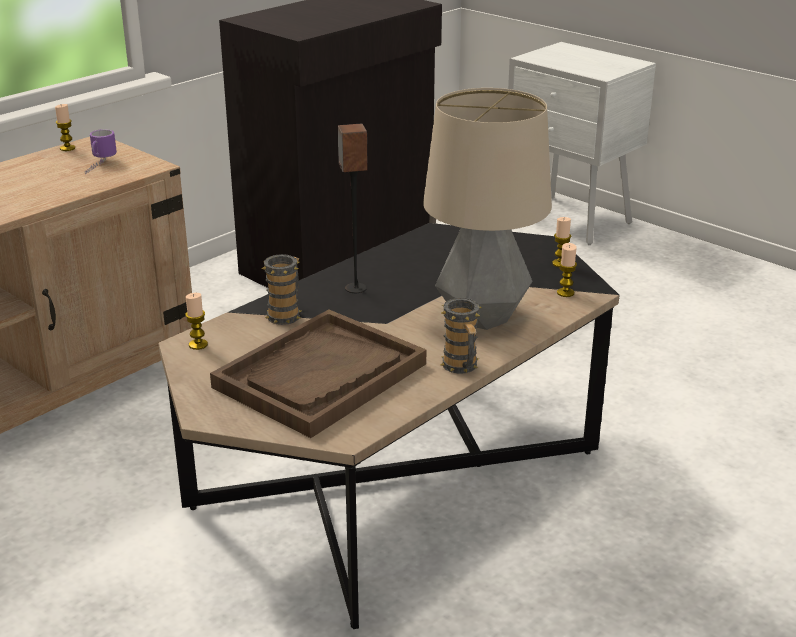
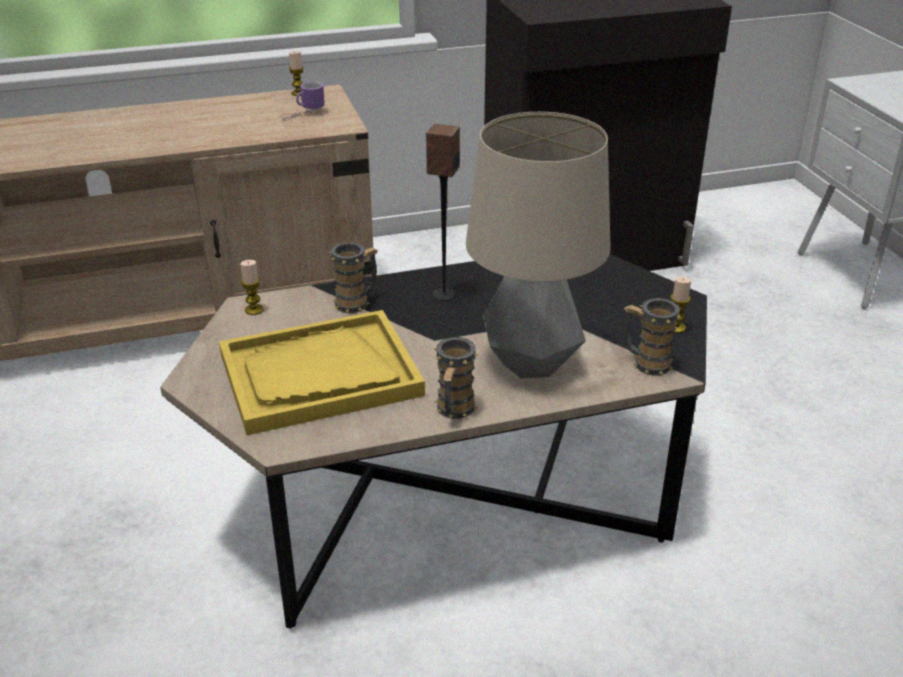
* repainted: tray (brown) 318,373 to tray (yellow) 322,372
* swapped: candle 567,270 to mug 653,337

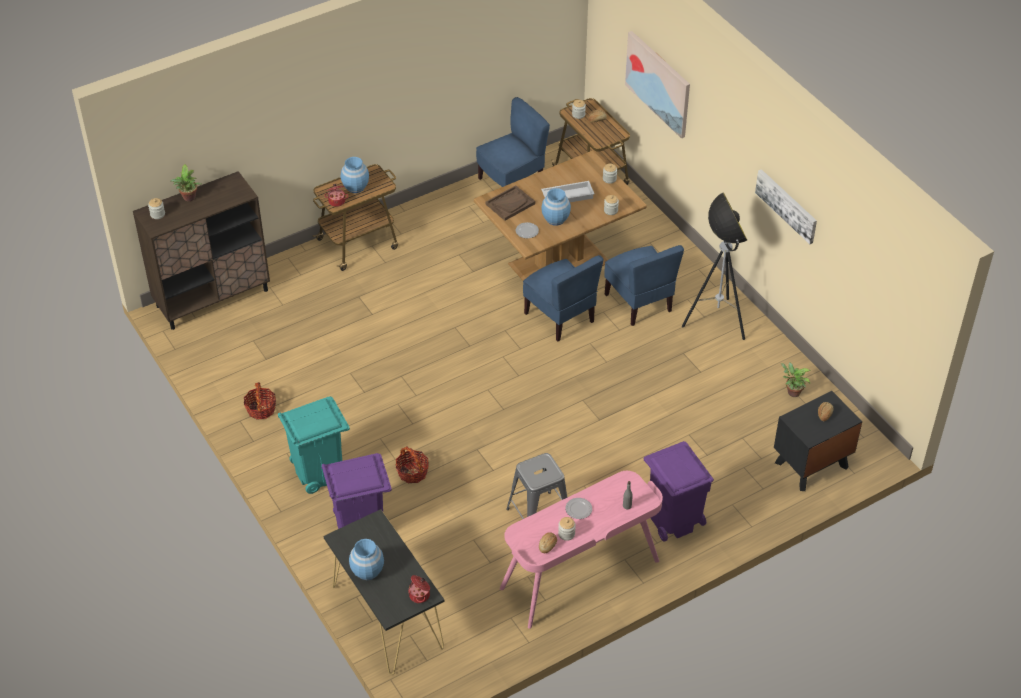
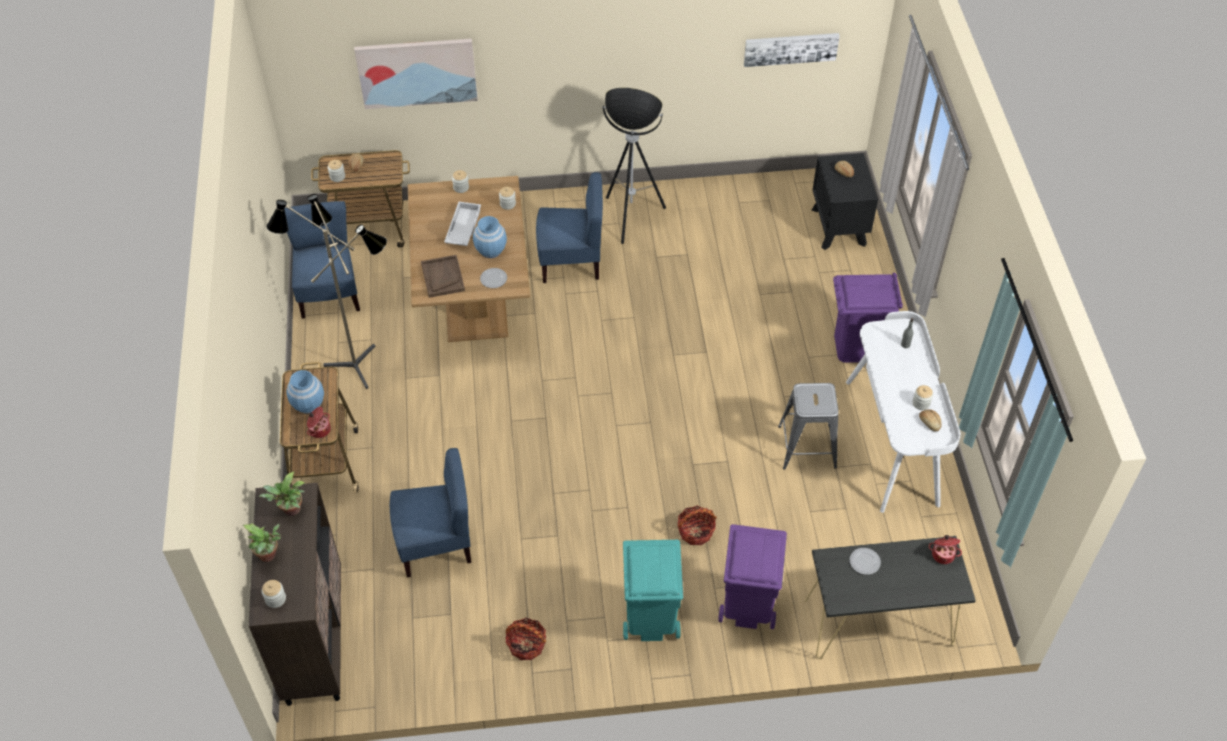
* shifted: potted plant 795,379 to 282,493
* new: floor lamp 326,291
* shifted: chair (blue) 563,298 to 430,512
* shifted: picture 786,206 to 792,50
* repainted: desk (pink) 581,550 to desk (white) 903,412
* shifted: plate 578,508 to 865,561
* gone: vase (blue) 366,559

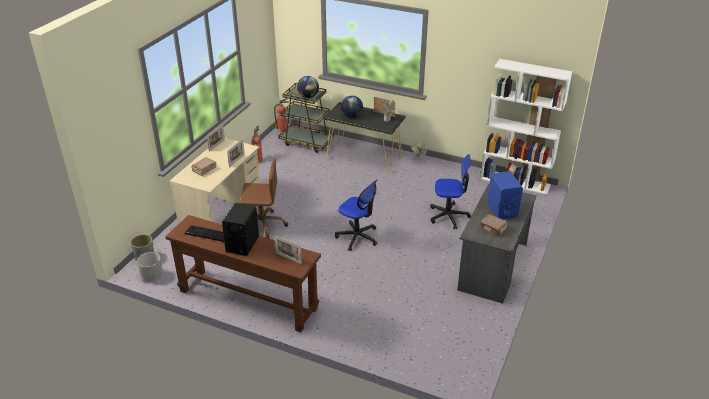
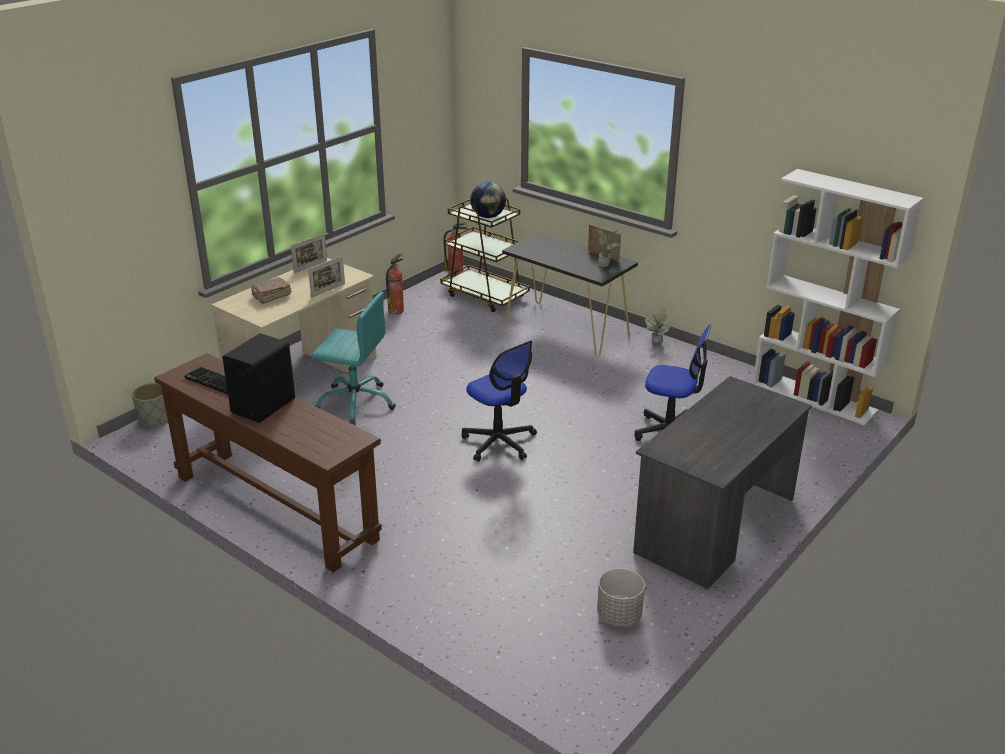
* repainted: office chair (brown) 264,199 to office chair (turquoise) 354,358
* shifted: planter (grey) 150,266 to 621,597
* gone: picture frame 288,249
* gone: globe 352,106
* gone: book (brown) 494,225
* gone: speaker (blue) 505,195

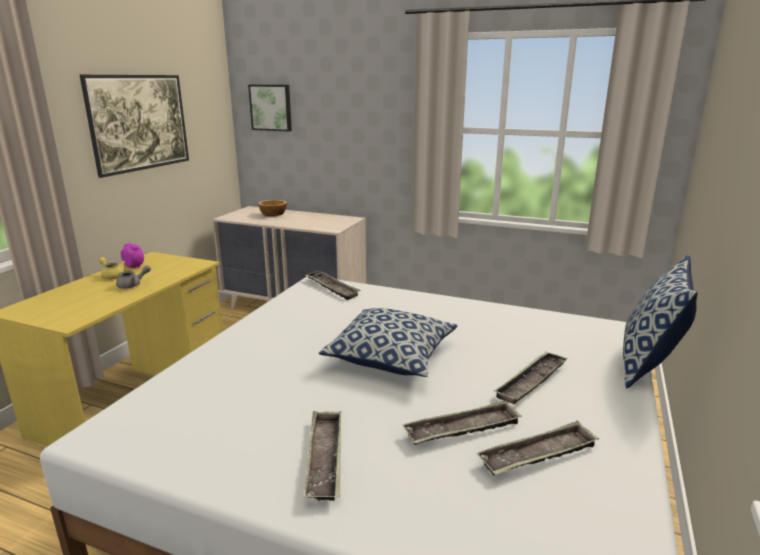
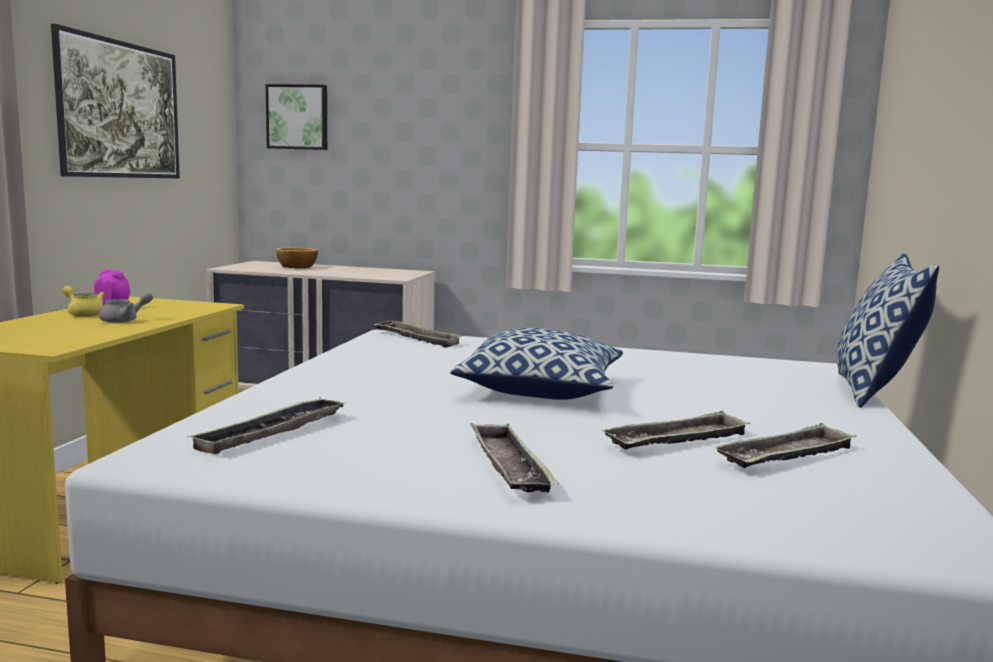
* shifted: tray 531,377 to 267,425

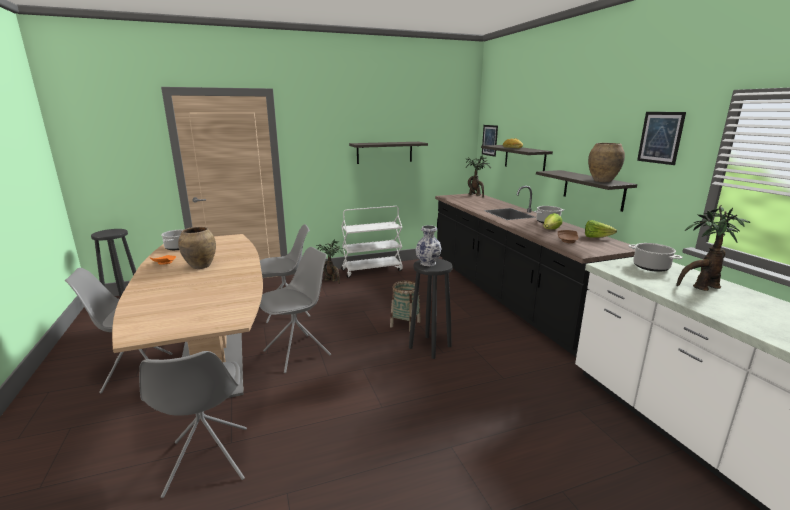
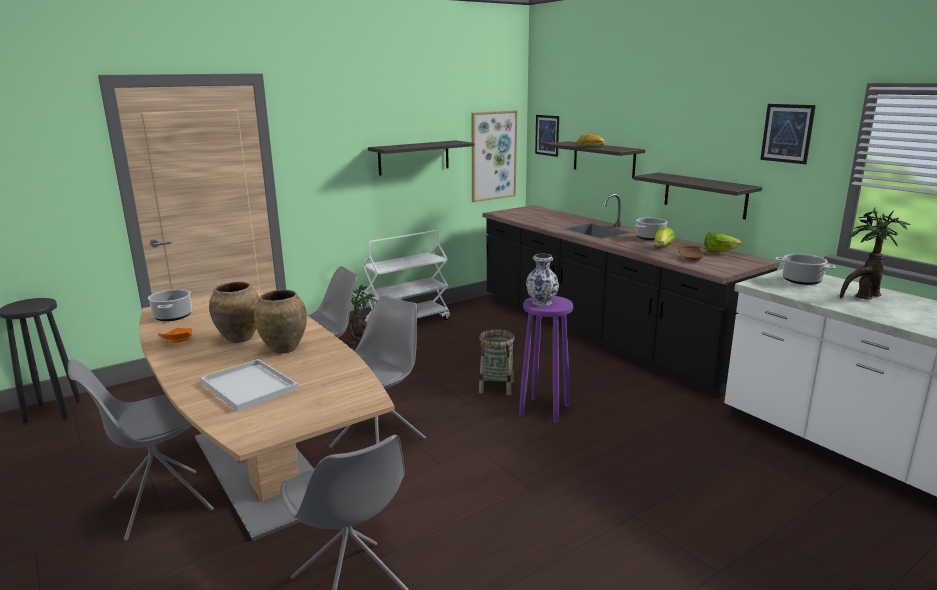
* new: tray (white) 249,385
* shifted: vase (brown) 606,162 to 280,322
* new: picture 494,156
* repainted: stool (black) 431,309 to stool (purple) 546,359
* gone: potted plant 478,176

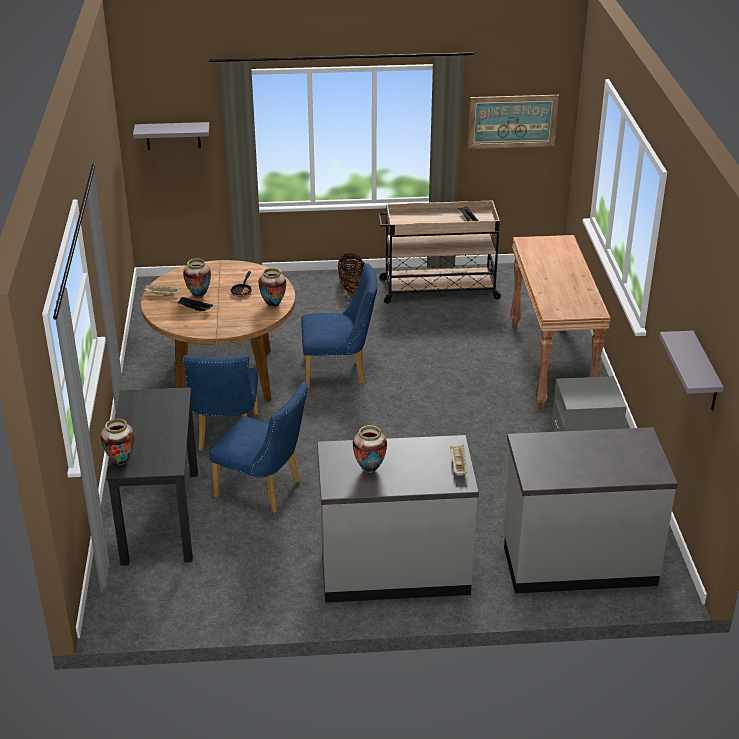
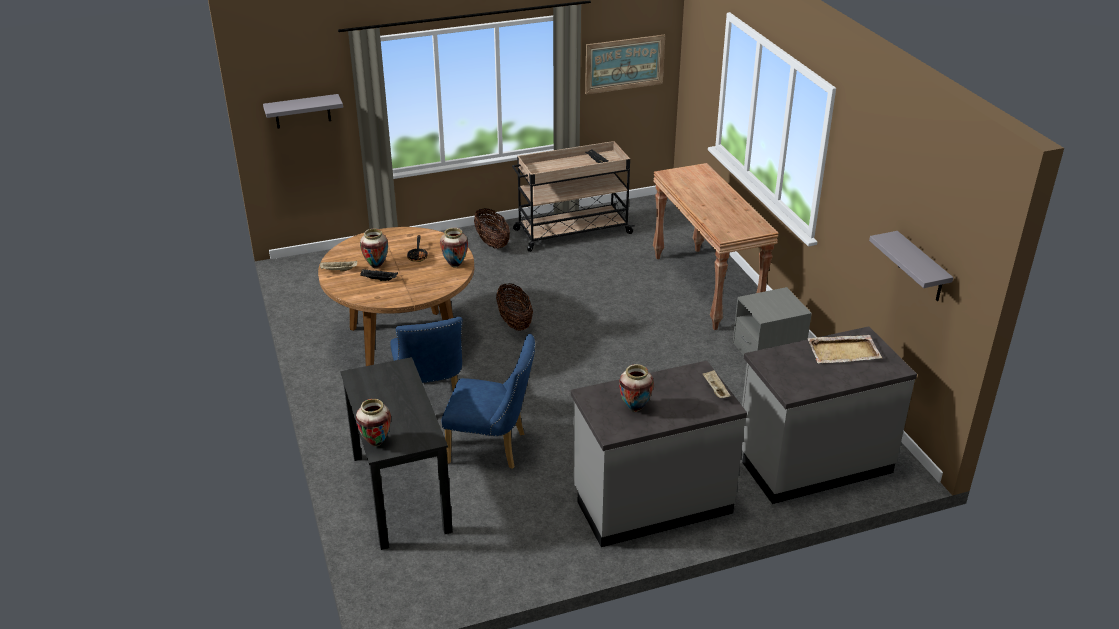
* swapped: chair (blue) 339,325 to basket 514,307
* new: tray (beige) 844,349

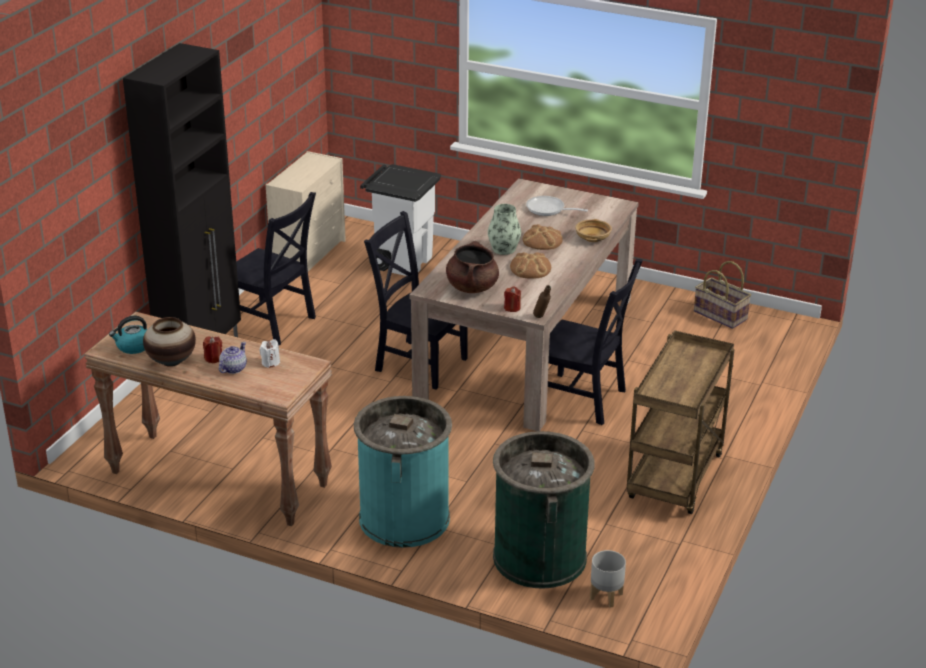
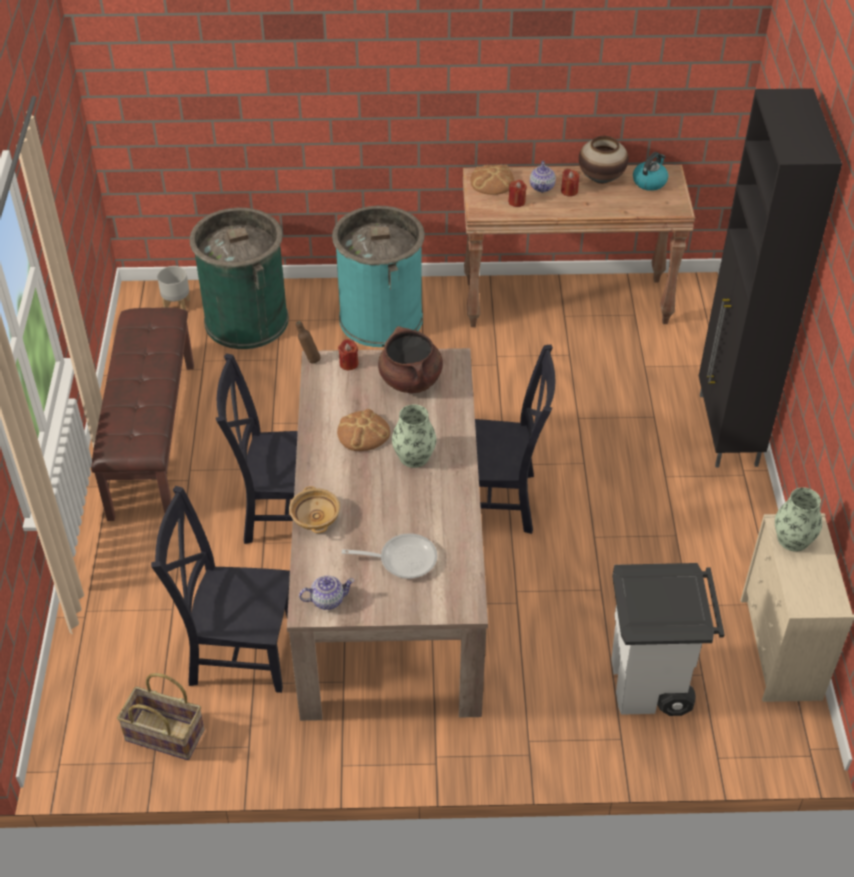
* swapped: cart (brown) 681,422 to bench (brown) 142,414
* shifted: chair (black) 276,268 to 220,589
* new: teapot 326,593
* shifted: bread 542,237 to 492,180
* repainted: candle (white) 270,353 to candle (red) 517,193
* new: vase 798,519

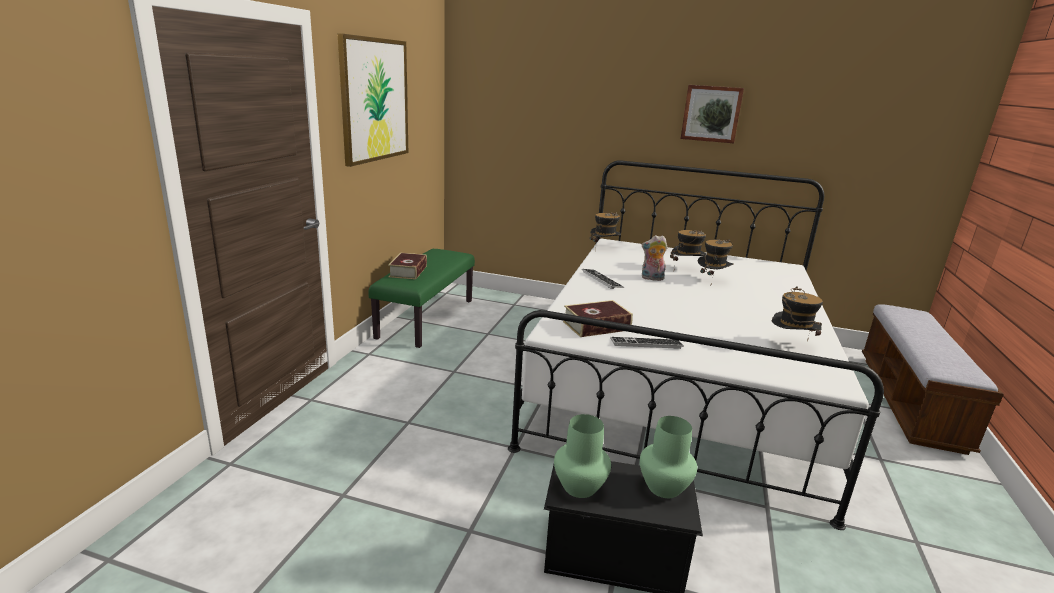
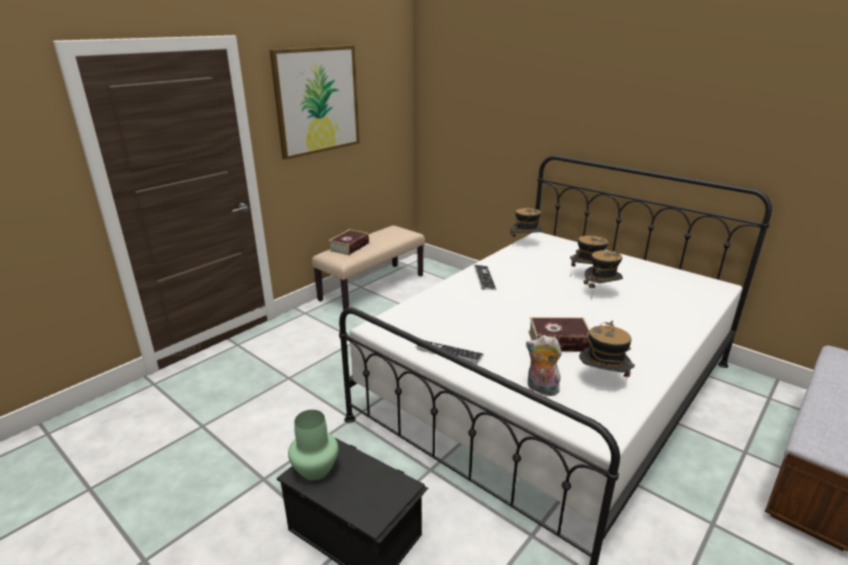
* repainted: bench (green) 421,298 to bench (beige) 368,268
* shifted: plush toy 654,258 to 544,365
* shifted: book 598,318 to 559,334
* gone: vase (green) 668,457
* gone: picture 712,114

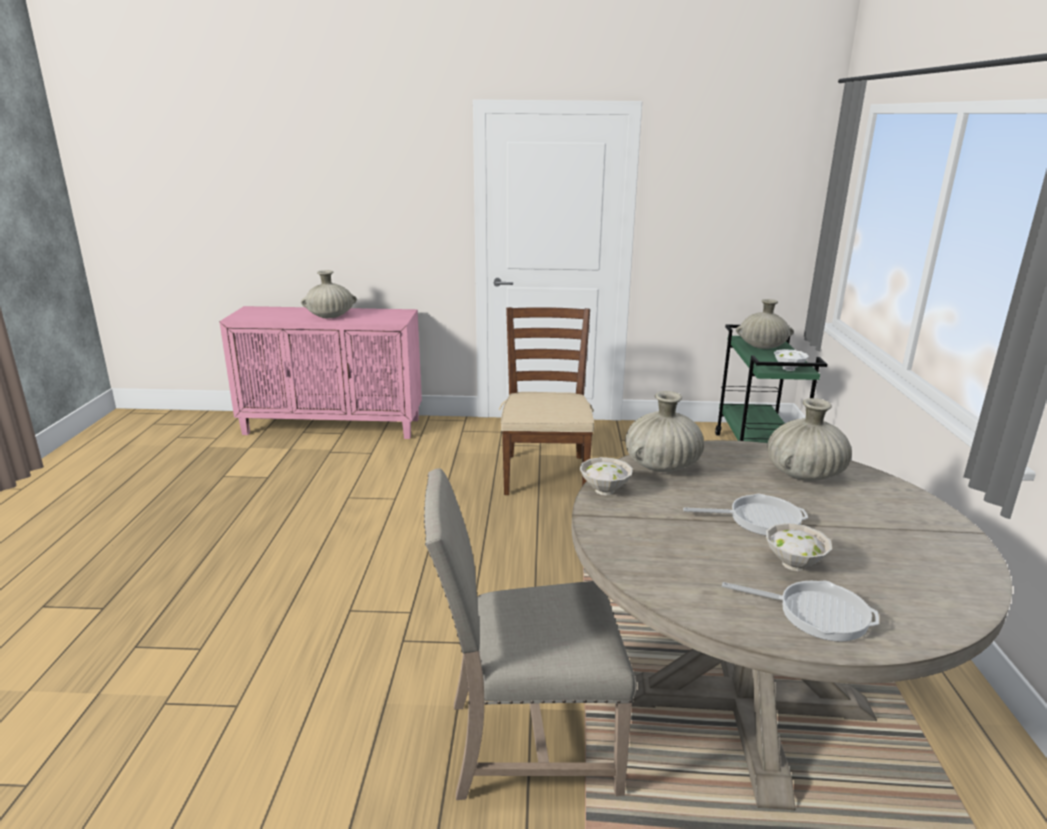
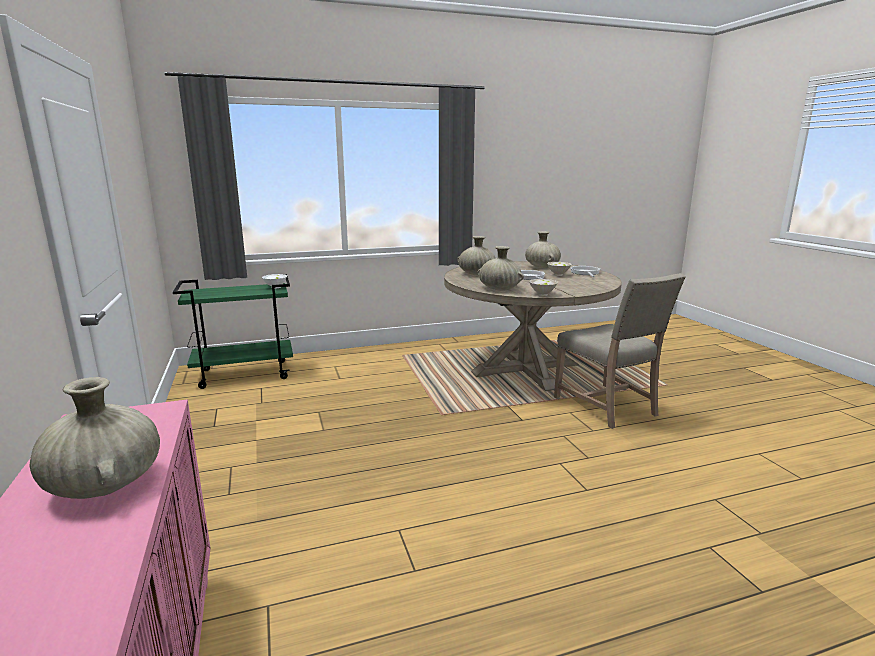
* shifted: vase (beige) 765,324 to 543,249
* gone: chair (brown) 546,401

